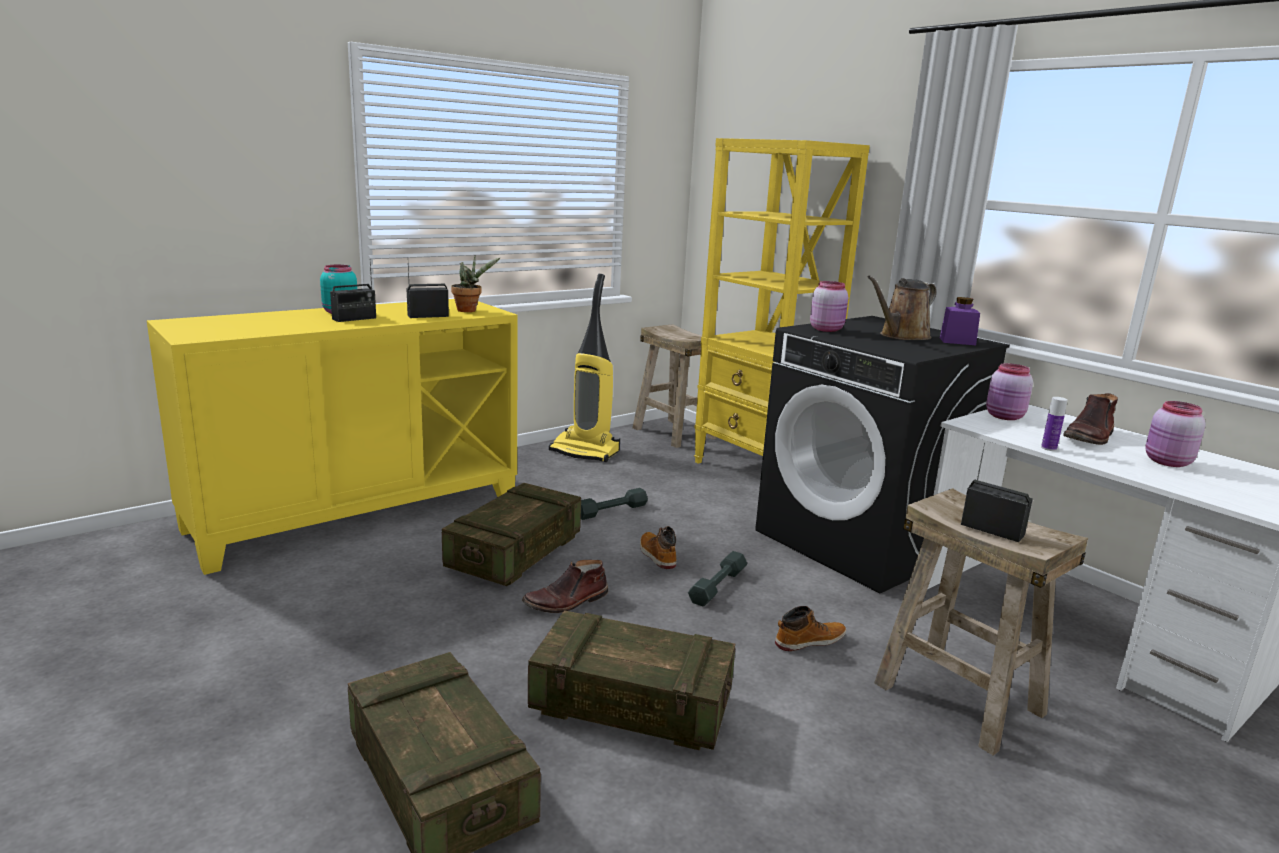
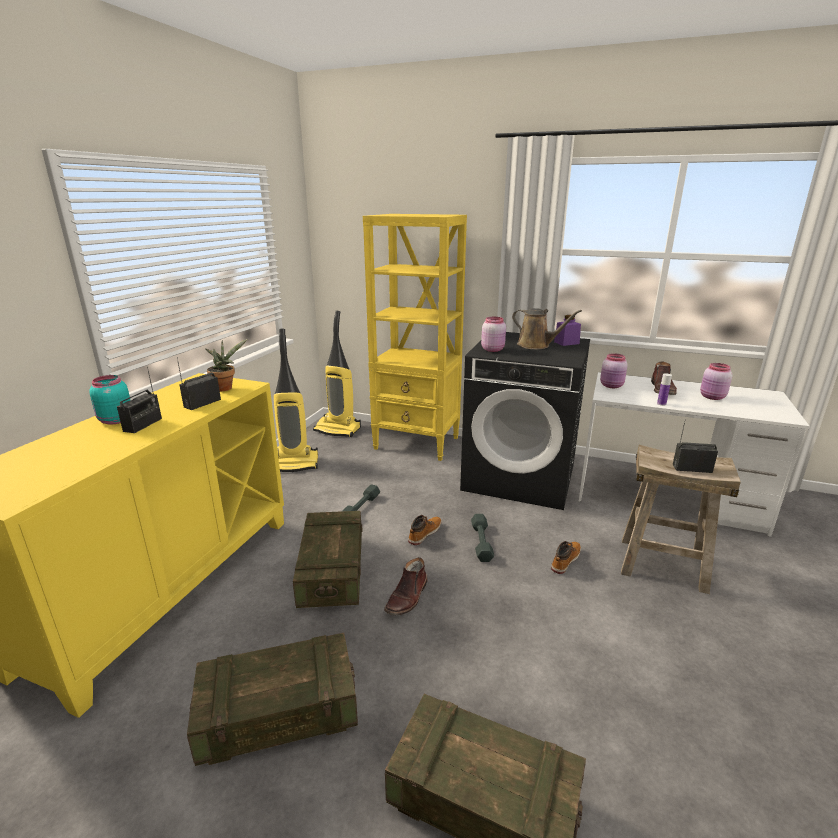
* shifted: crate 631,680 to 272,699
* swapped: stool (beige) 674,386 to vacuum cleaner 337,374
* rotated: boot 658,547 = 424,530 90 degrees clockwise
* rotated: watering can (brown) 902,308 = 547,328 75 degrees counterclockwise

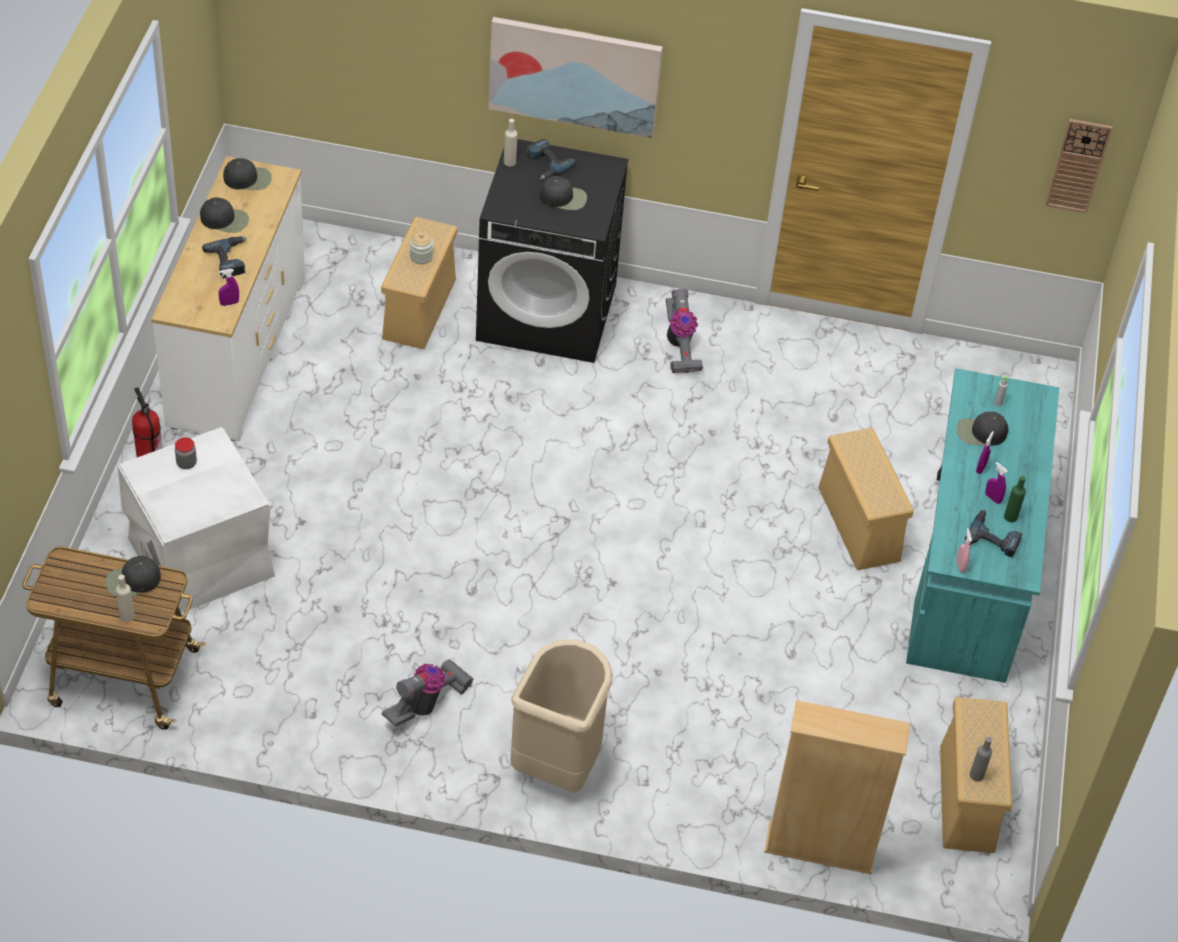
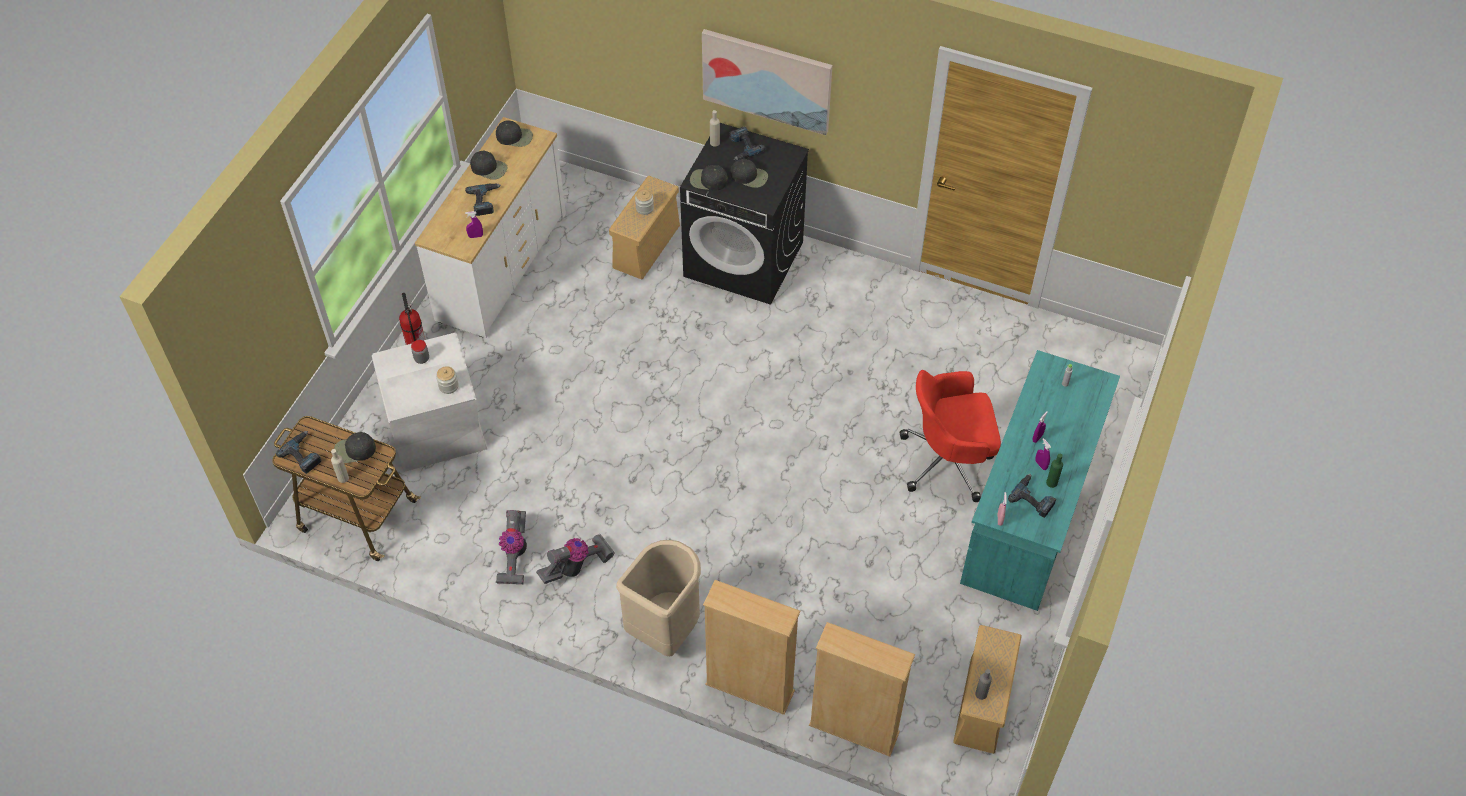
* new: power drill 299,452
* new: jar 447,380
* shifted: vacuum cleaner 684,331 to 511,547
* shifted: cap (black) 983,428 to 709,178
* new: bookcase (beige) 752,647
* swapped: storage box (beige) 866,499 to office chair (red) 950,436
* gone: wall clock 1079,166

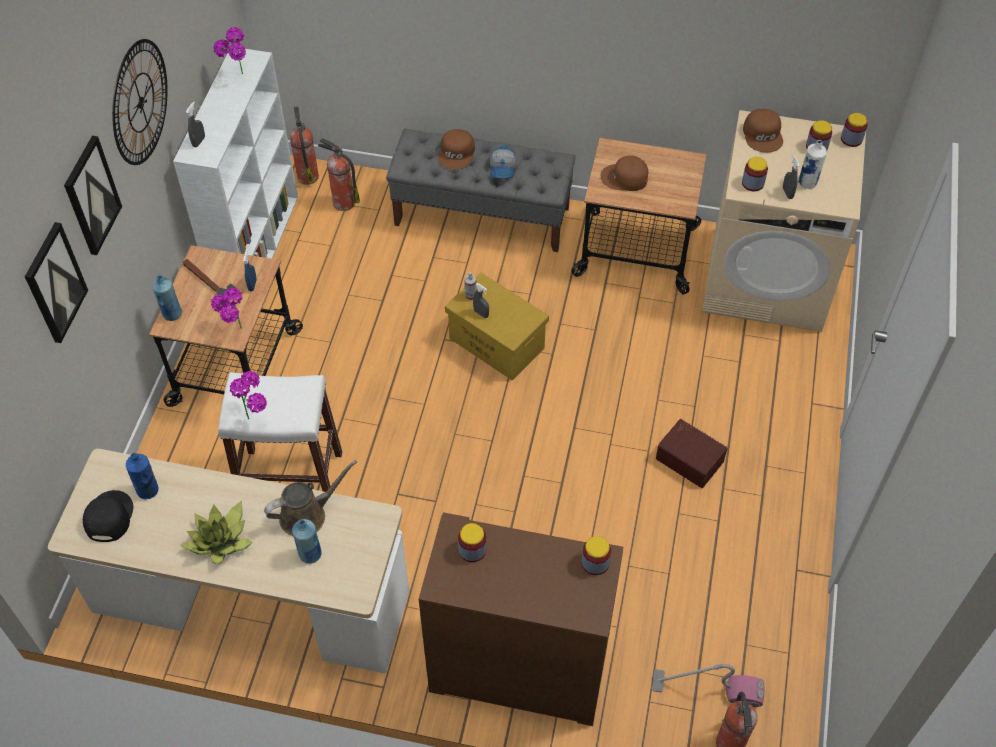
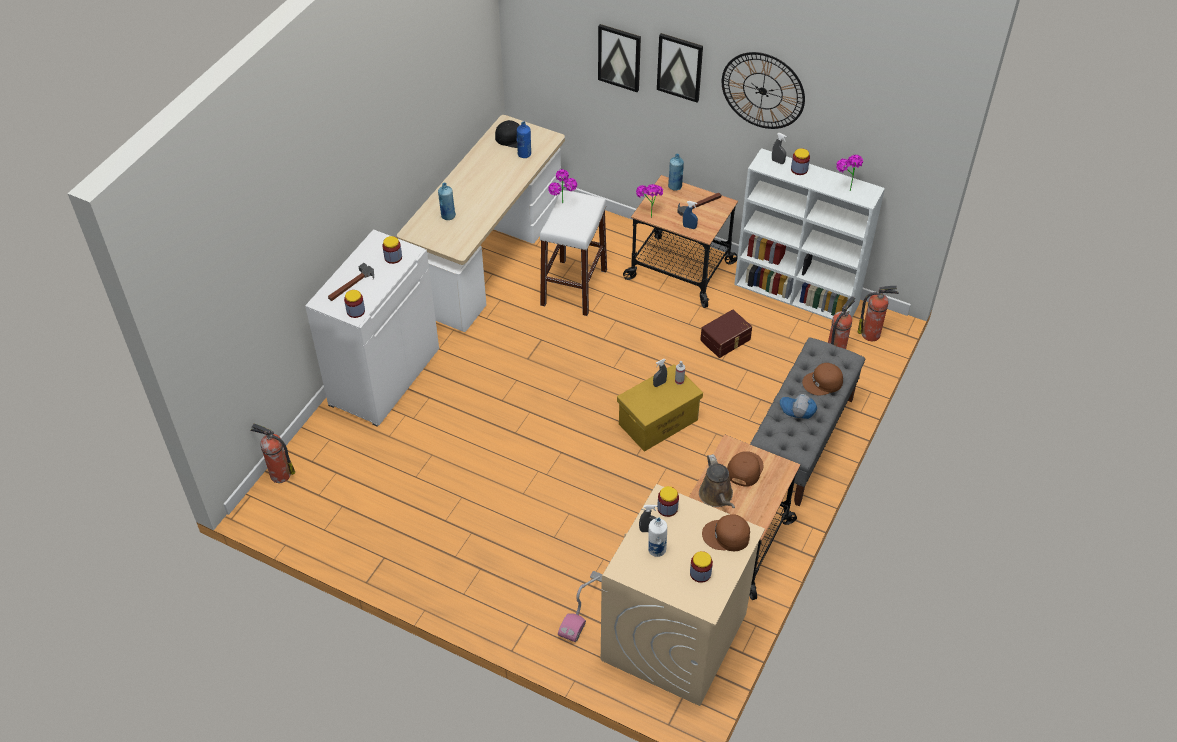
* repainted: cabinet (brown) 521,619 to cabinet (white) 372,328
* new: hammer 351,282
* shifted: vacuum cleaner 708,685 to 580,606
* shifted: watering can (brown) 310,498 to 717,481
* shifted: storage box (brown) 692,453 to 726,334
* shifted: jar 854,130 to 800,161
* rotated: cap (brown) 456,149 = 822,379 45 degrees counterclockwise
* gone: potted plant 216,532

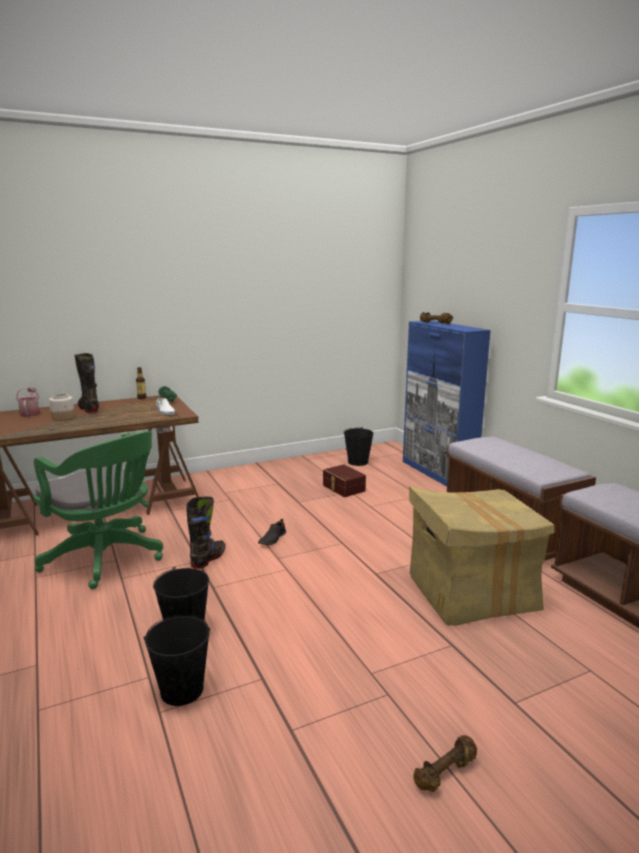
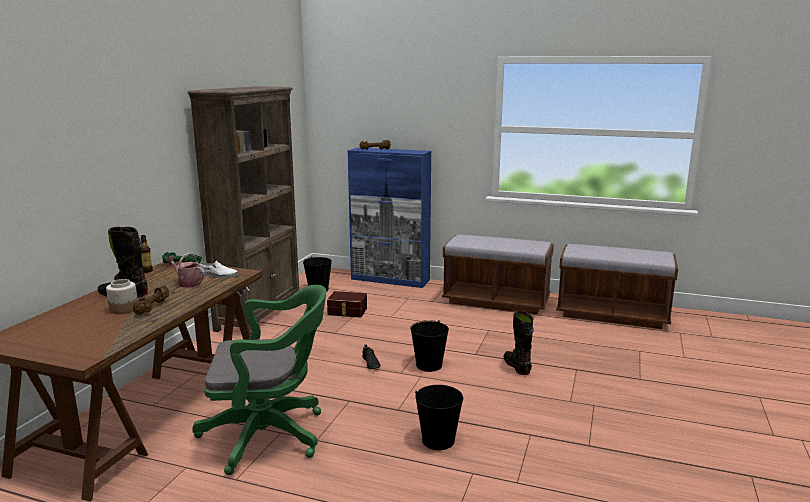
* shifted: dumbbell (brown) 445,763 to 151,300
* shifted: watering can 28,402 to 185,270
* new: bookcase (brown) 243,211
* shifted: bucket (black) 177,660 to 429,346
* shifted: boot (black) 206,533 to 519,343
* gone: cardboard box 482,556

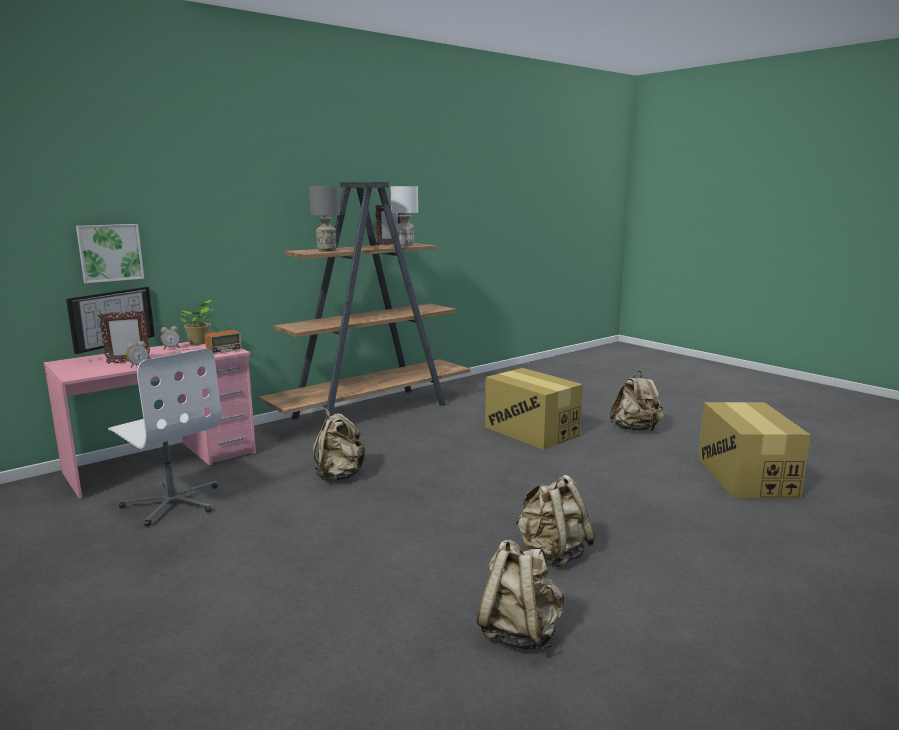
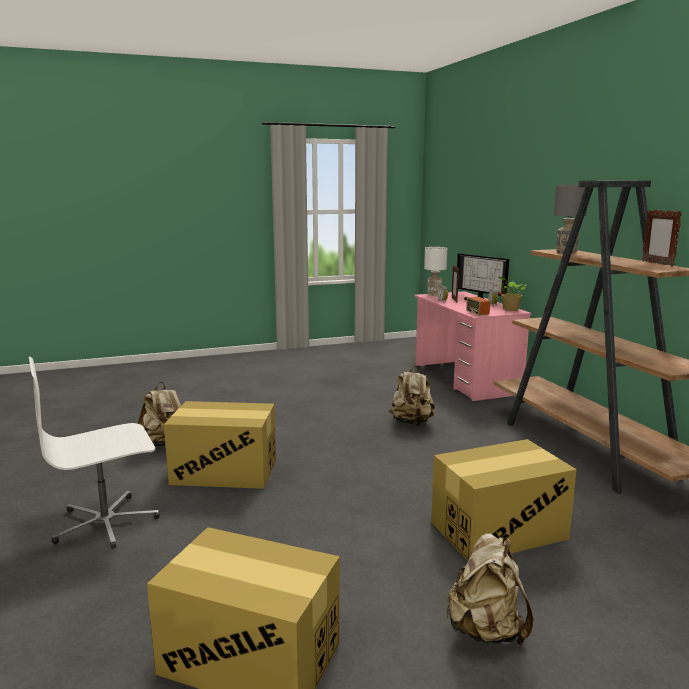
* shifted: office chair (white) 164,437 to 94,453
* swapped: backpack (beige) 555,521 to cardboard box 220,445
* shifted: table lamp (white) 404,216 to 435,271
* gone: picture 110,253

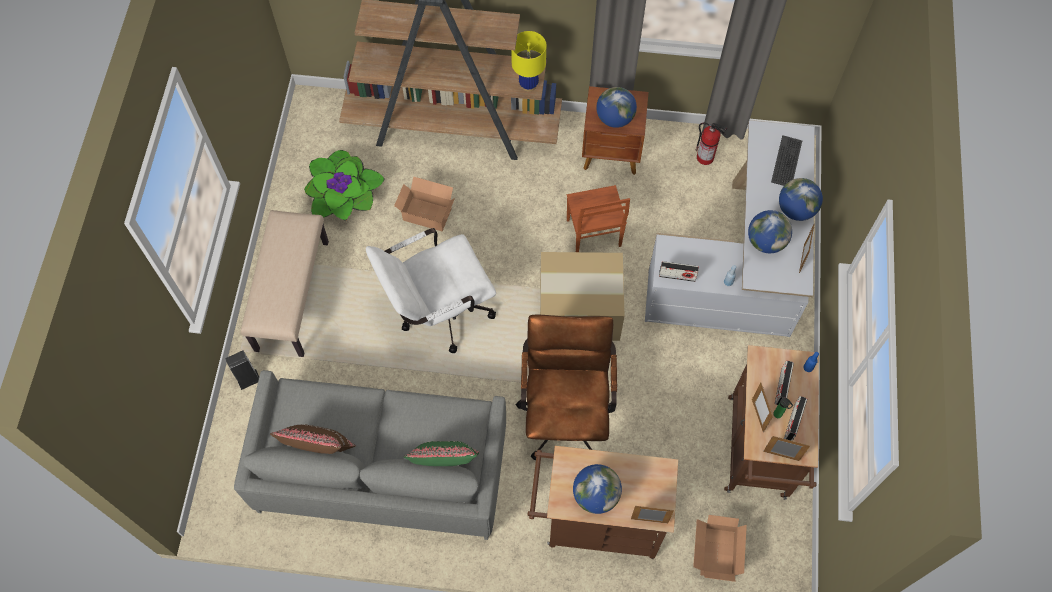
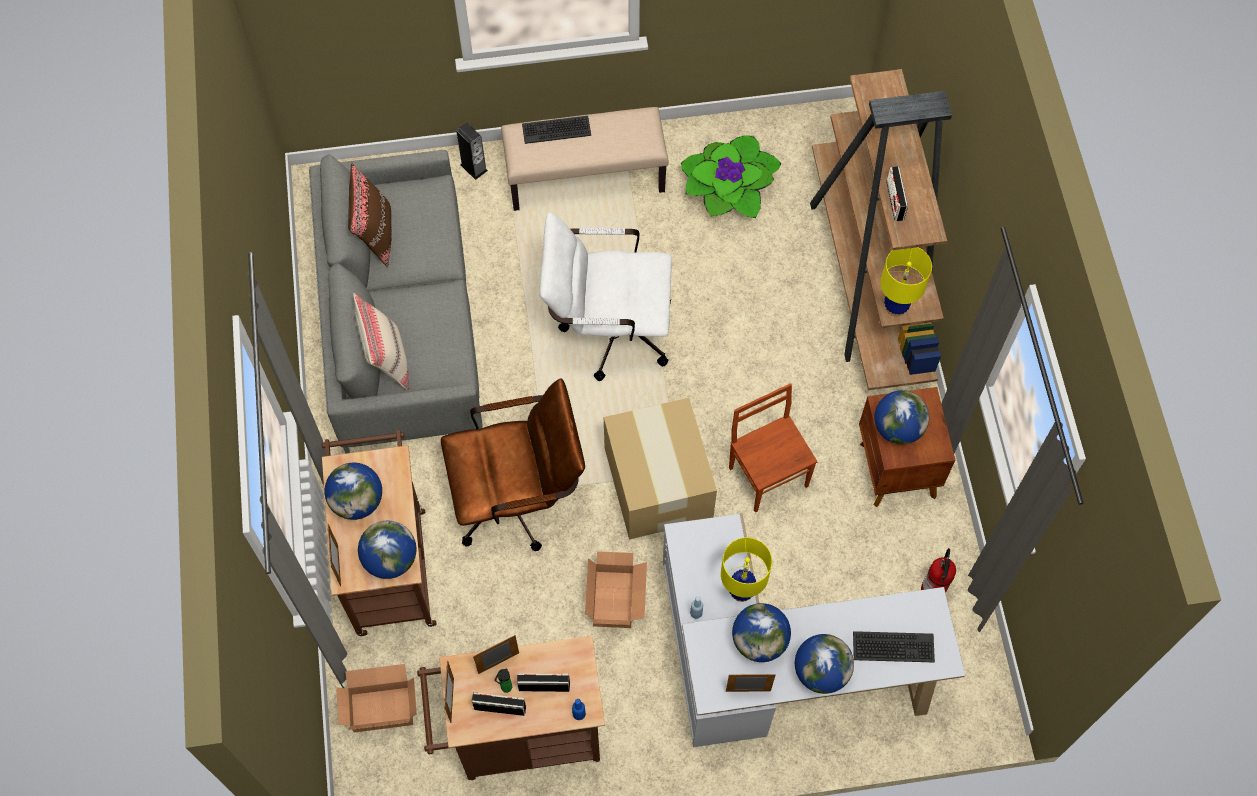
* repainted: pillow (green) 442,453 to pillow (beige) 381,341
* new: globe 387,550
* new: keyboard 556,130
* rotated: office chair (white) 431,290 = 606,296 45 degrees counterclockwise
* shifted: cardboard box 424,203 to 616,589
* new: table lamp (yellow) 746,570
* rotated: chair (brown) 598,218 = 773,448 90 degrees clockwise
* shifted: radio 679,271 to 897,193

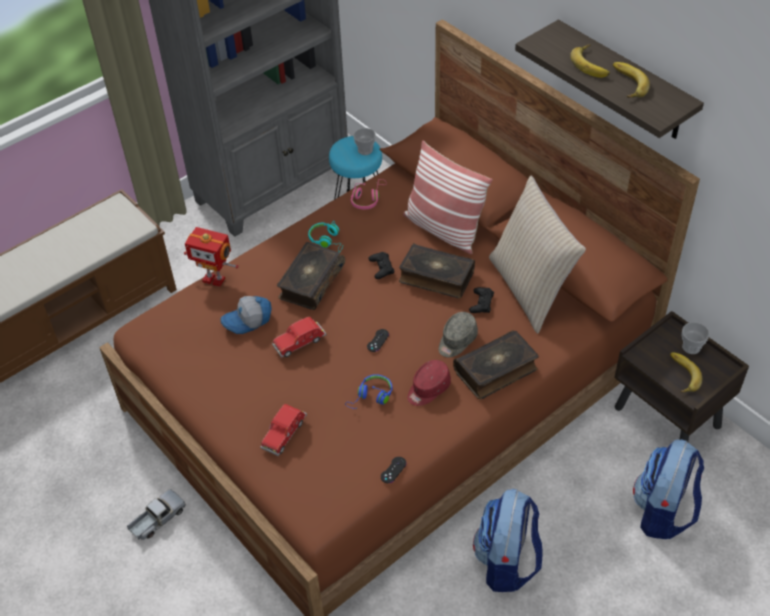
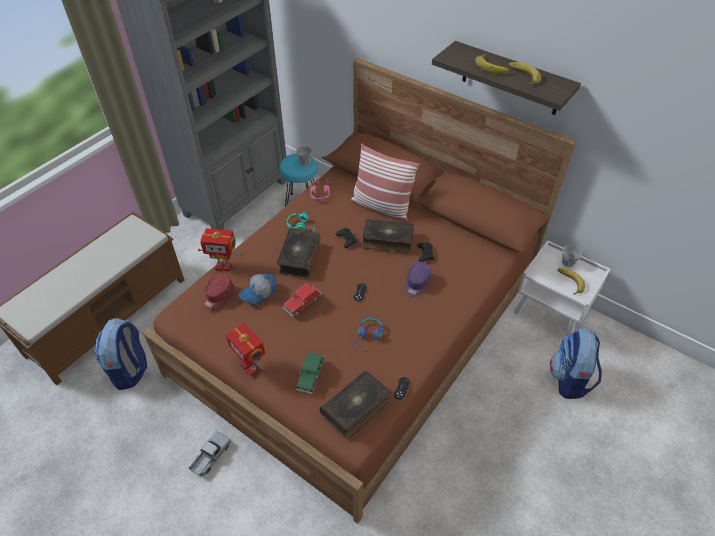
* shifted: backpack 507,540 to 121,354
* shifted: cap (red) 429,383 to 218,291
* new: toy robot 245,349
* repainted: toy car (red) 283,430 to toy car (green) 310,373
* shifted: book 496,364 to 354,405
* repainted: cap (grey) 458,334 to cap (purple) 418,279
* repainted: nightstand (brown) 681,376 to nightstand (white) 562,288
* gone: pillow (beige) 537,255

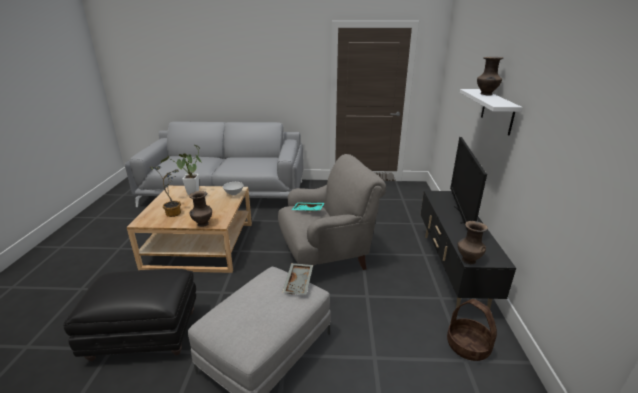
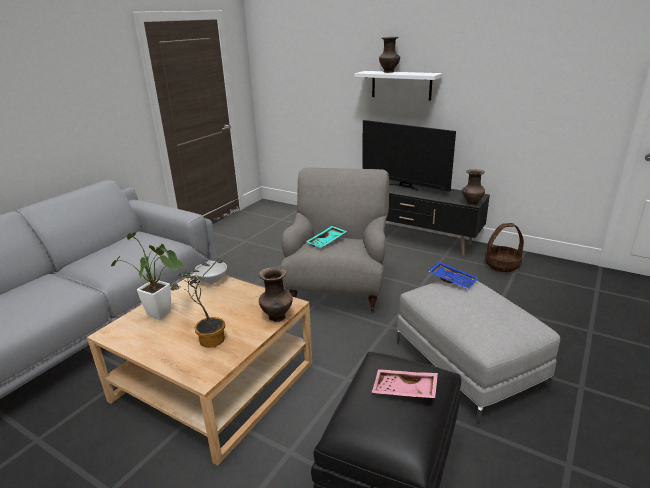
* new: tray (pink) 405,384
* repainted: tray (grey) 297,279 to tray (blue) 453,275

